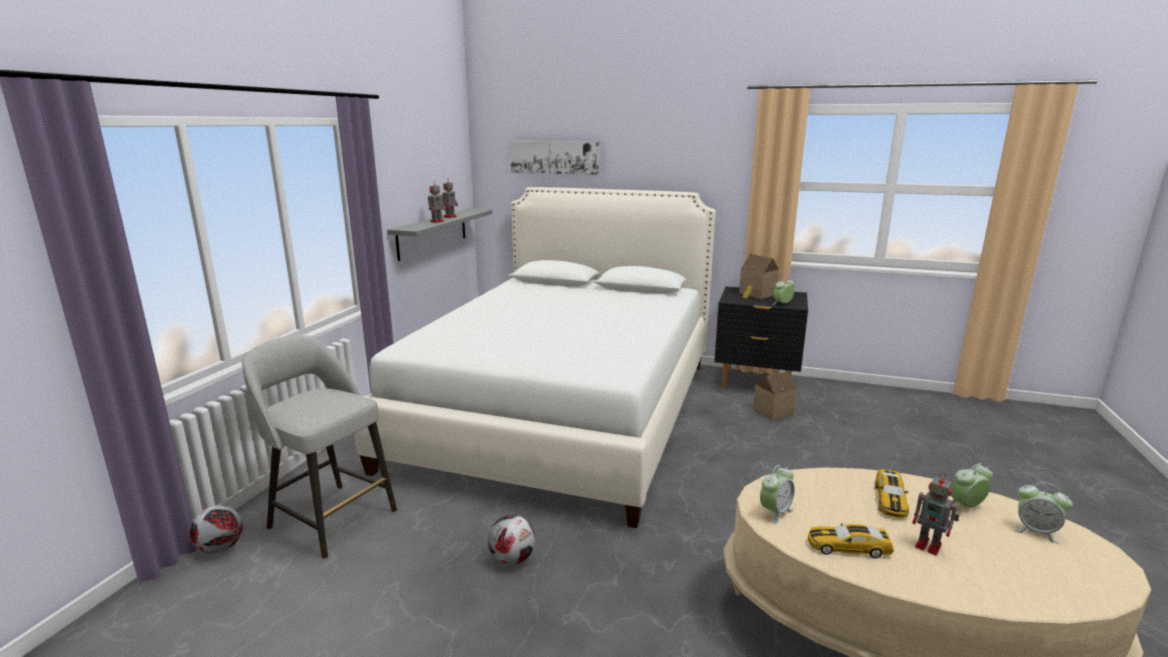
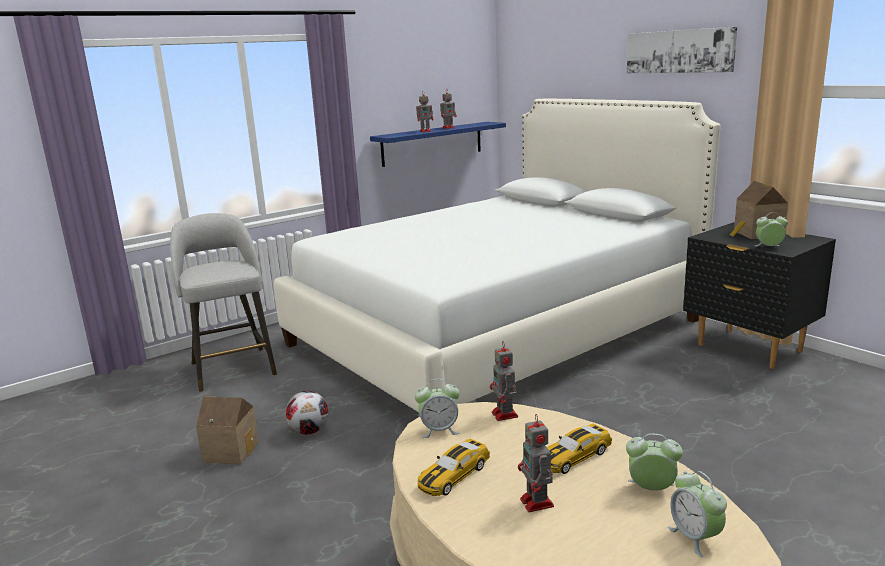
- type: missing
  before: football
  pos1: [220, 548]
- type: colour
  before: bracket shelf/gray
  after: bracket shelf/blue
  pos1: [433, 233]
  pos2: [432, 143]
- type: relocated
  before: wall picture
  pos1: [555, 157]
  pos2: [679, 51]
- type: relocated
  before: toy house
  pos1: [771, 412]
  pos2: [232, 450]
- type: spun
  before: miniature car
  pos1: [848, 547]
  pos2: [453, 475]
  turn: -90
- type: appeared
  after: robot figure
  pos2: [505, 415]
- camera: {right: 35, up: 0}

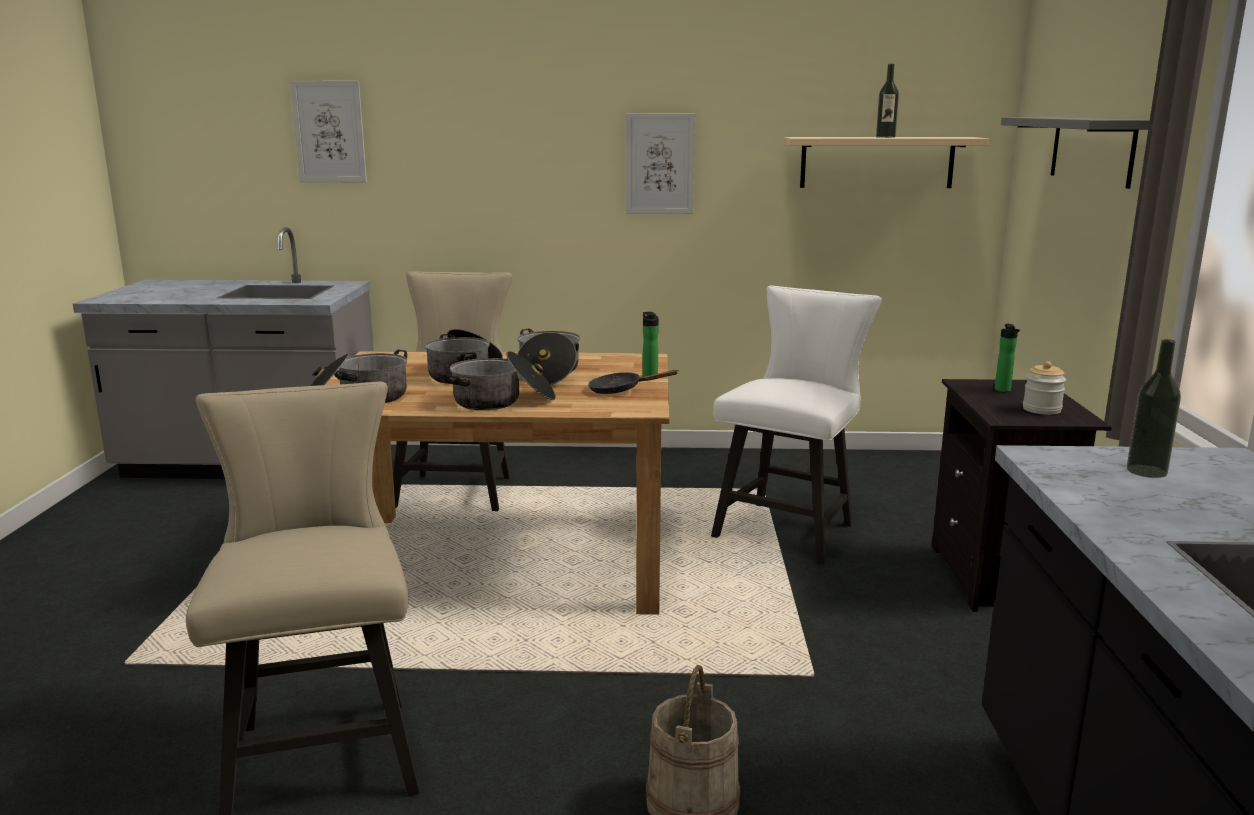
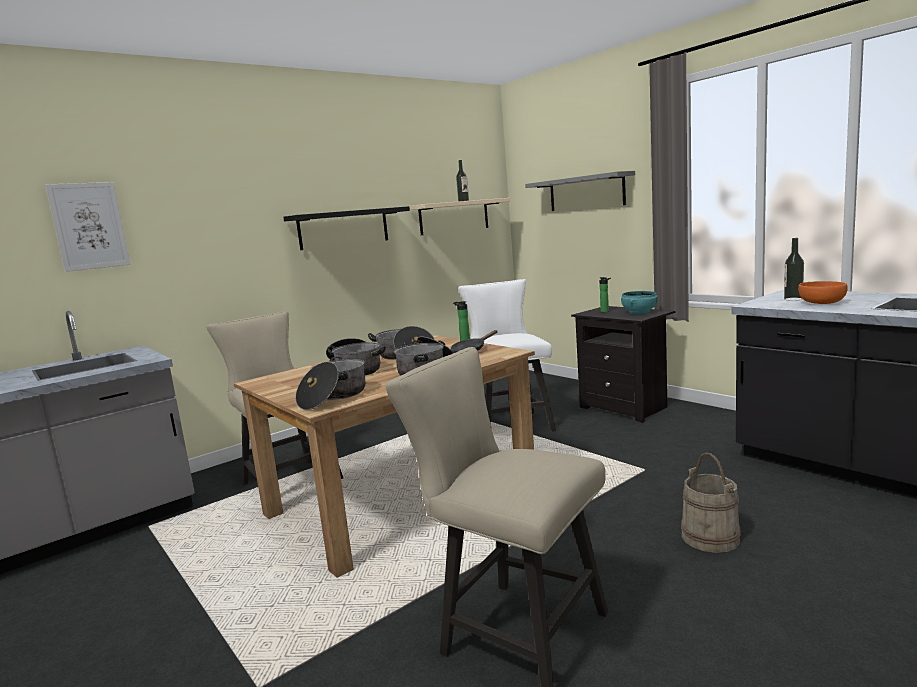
- type: exchanged
  before: wall picture
  after: bracket shelf/black
  pos1: [659, 164]
  pos2: [344, 228]
- type: exchanged
  before: preserve jar
  after: serving bowl/turquoise
  pos1: [1041, 409]
  pos2: [639, 312]
- type: appeared
  after: serving bowl/orangey
  pos2: [821, 303]
- camera: {right: -40, up: -5}

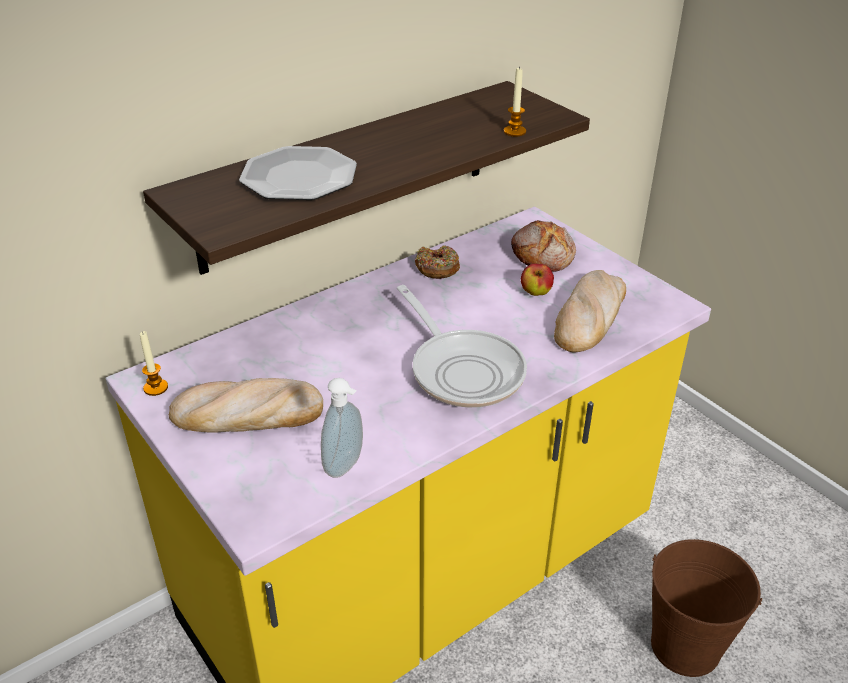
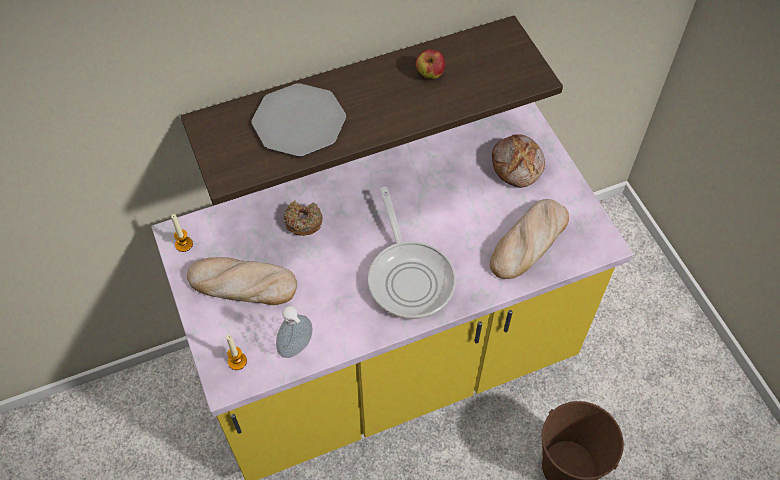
- type: relocated
  before: donut
  pos1: [437, 268]
  pos2: [303, 222]
- type: relocated
  before: candle
  pos1: [514, 131]
  pos2: [237, 361]
- type: relocated
  before: apple fruit
  pos1: [535, 293]
  pos2: [430, 74]
- camera: {right: 15, up: 20}

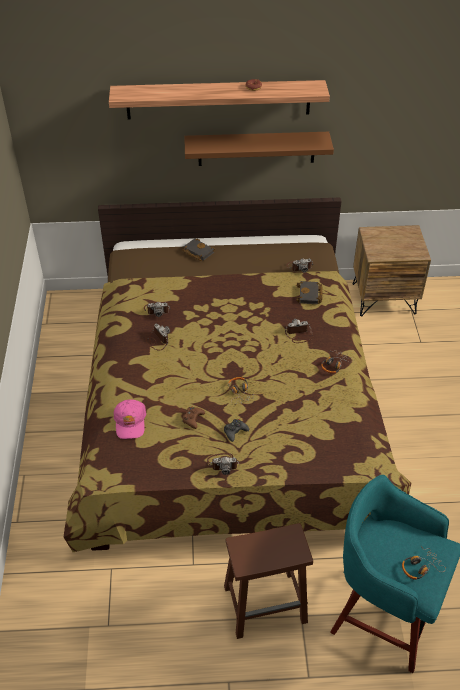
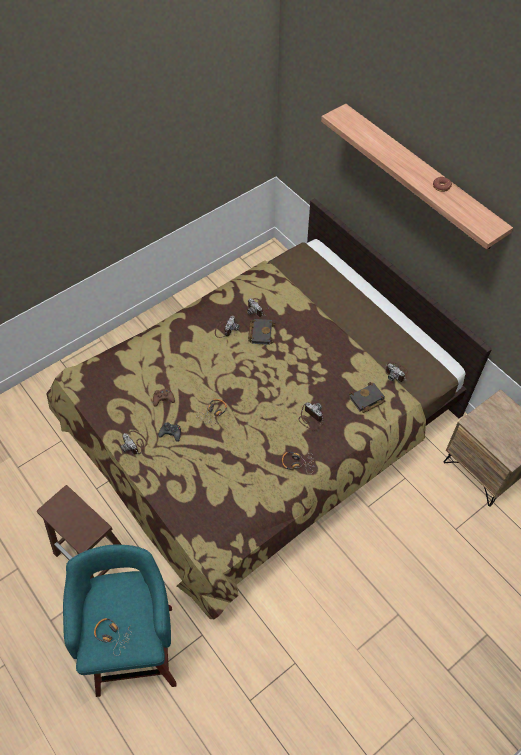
- type: missing
  before: baseball cap/pinkish
  pos1: [130, 422]
- type: relocated
  before: volume/black
  pos1: [197, 252]
  pos2: [260, 332]
- type: missing
  before: bracket shelf/brown-coloured
  pos1: [256, 148]
- camera: {right: 55, up: 10}

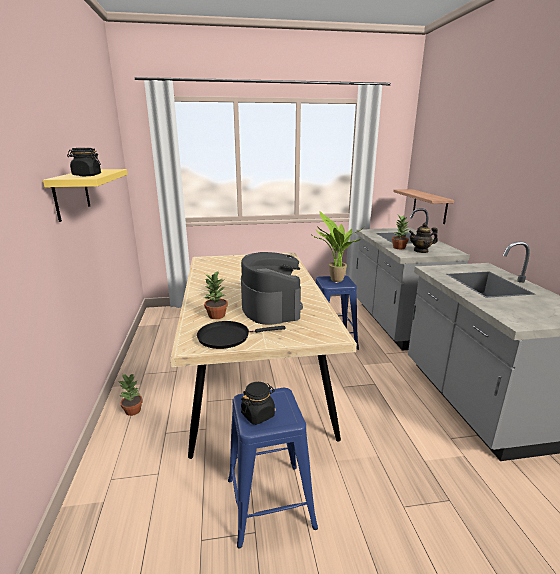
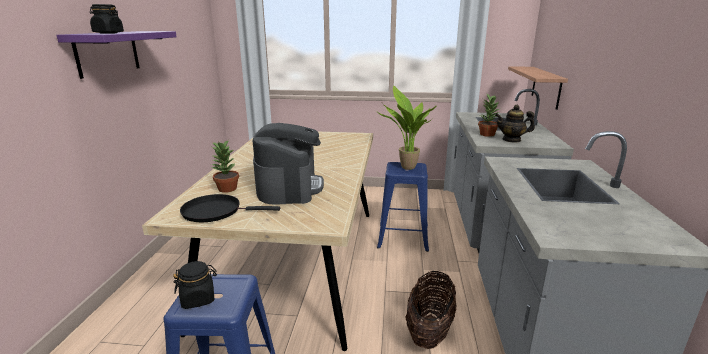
- type: colour
  before: bracket shelf/yellow
  after: bracket shelf/purple-coloured
  pos1: [71, 193]
  pos2: [107, 53]
- type: missing
  before: houseplant
  pos1: [133, 410]
- type: appeared
  after: household basket
  pos2: [429, 330]
- camera: {right: 15, up: 0}

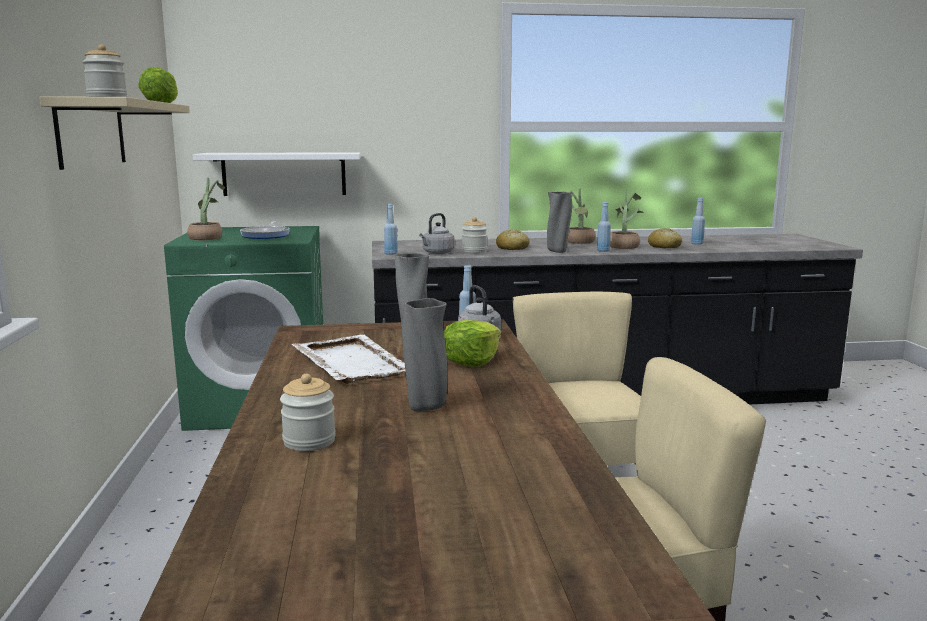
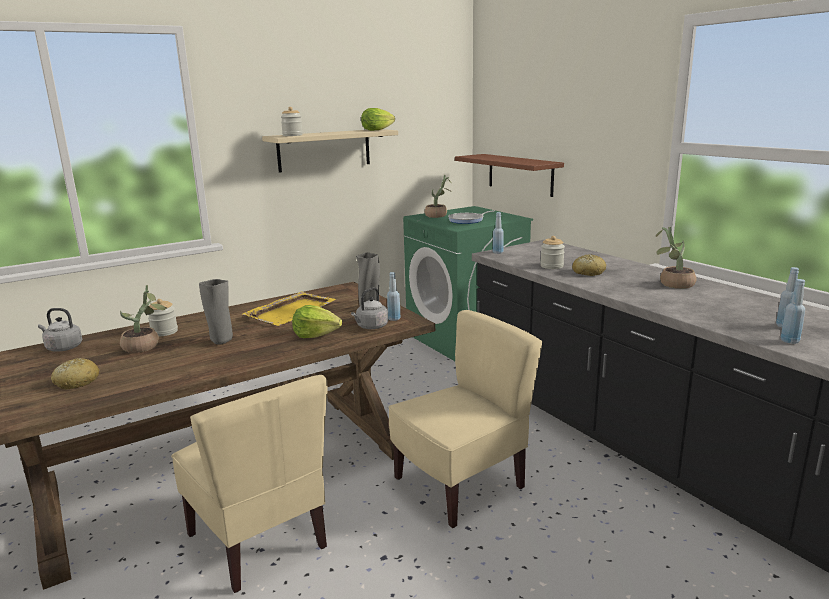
- type: colour
  before: bracket shelf/white-coloured
  after: bracket shelf/brown-coloured
  pos1: [284, 174]
  pos2: [520, 174]
- type: colour
  before: serving tray/white-coloured
  after: serving tray/yellow
  pos1: [351, 362]
  pos2: [291, 311]
- type: relocated
  before: tea kettle/gray
  pos1: [437, 253]
  pos2: [62, 348]
- type: missing
  before: vase/gray
  pos1: [558, 251]
- type: relocated
  before: beverage bottle/blue
  pos1: [603, 251]
  pos2: [789, 341]
- type: relocated
  before: houseplant
  pos1: [624, 246]
  pos2: [145, 346]
- type: relocated
  before: bakery bread
  pos1: [664, 246]
  pos2: [76, 382]
- camera: {right: 65, up: 5}

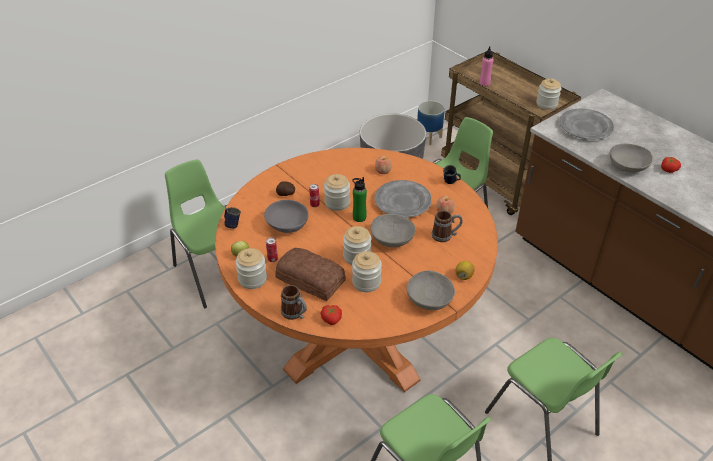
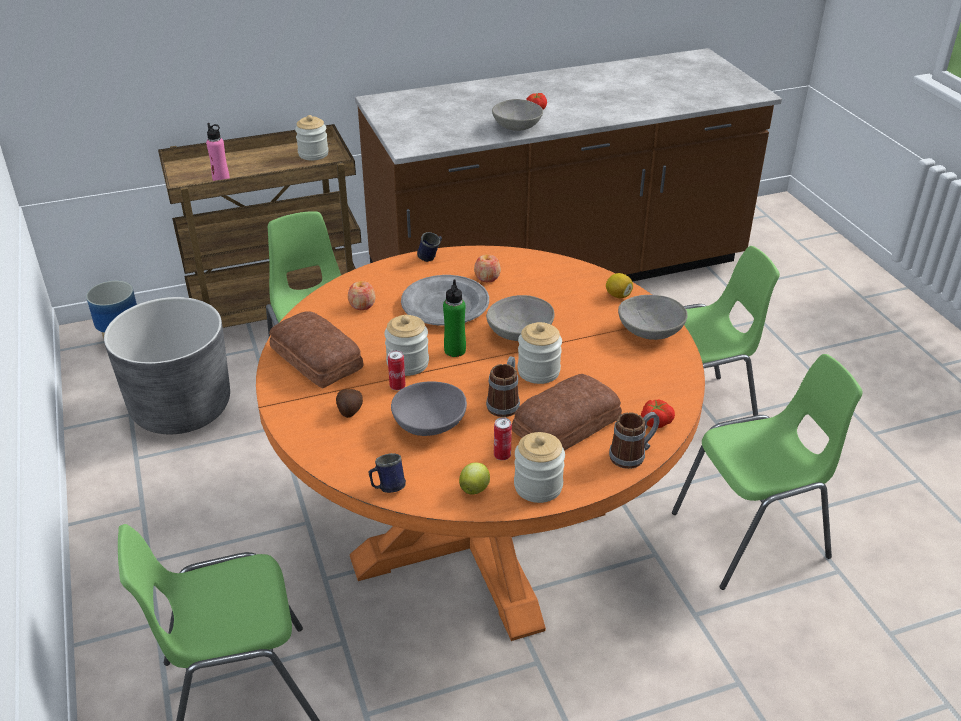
- type: missing
  before: preserve jar
  pos1: [366, 282]
- type: relocated
  before: coffee mug
  pos1: [445, 235]
  pos2: [505, 402]
- type: missing
  before: plate/gray
  pos1: [586, 127]
- type: appeared
  after: bakery bread
  pos2: [315, 360]
- camera: {right: -70, up: -5}

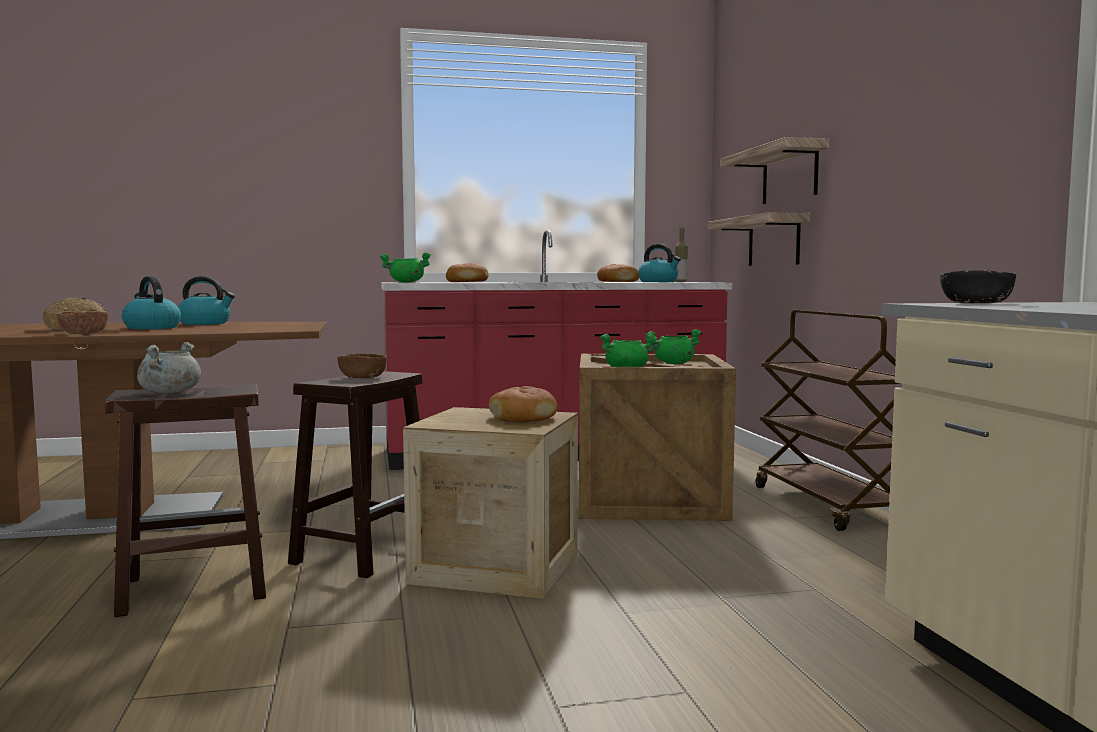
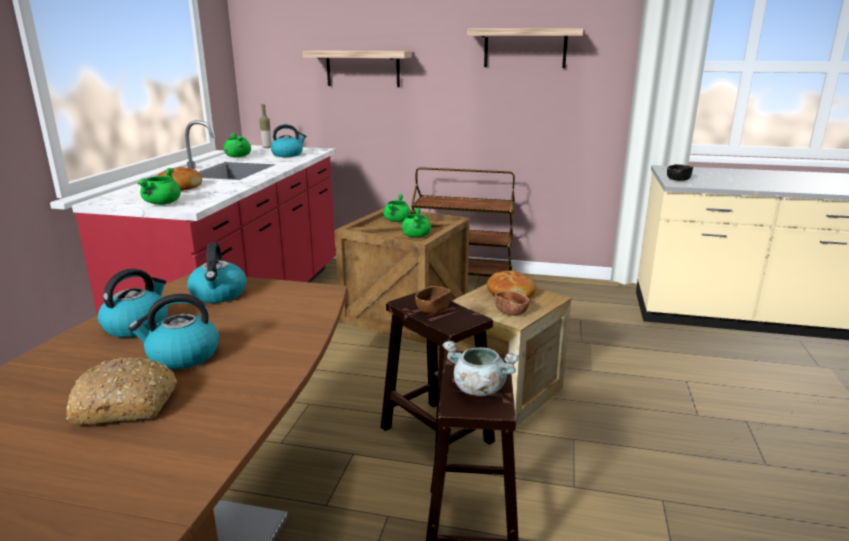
- type: relocated
  before: serving bowl/brown-coloured
  pos1: [83, 333]
  pos2: [511, 312]
- type: exchanged
  before: bakery bread
  after: cooking pot/green
  pos1: [617, 281]
  pos2: [237, 156]
- type: relocated
  before: bracket shelf
  pos1: [773, 241]
  pos2: [525, 48]
- type: appeared
  after: tea kettle
  pos2: [219, 295]
- camera: {right: -65, up: 15}

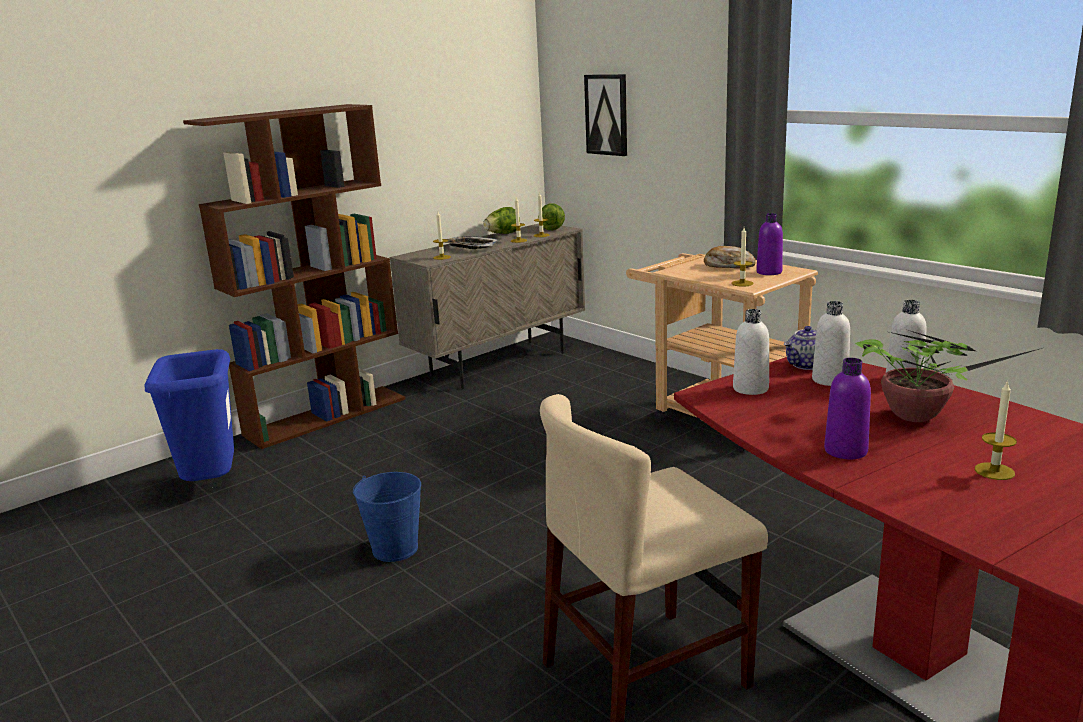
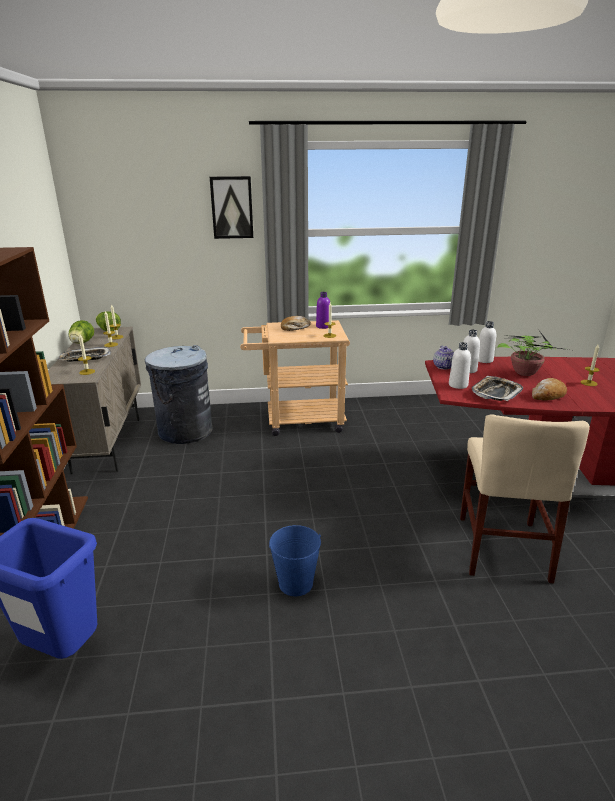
- type: relocated
  before: wall picture
  pos1: [607, 114]
  pos2: [232, 207]
- type: exchanged
  before: beverage bottle/purple-coloured
  after: bakery bread
  pos1: [845, 451]
  pos2: [547, 395]
- type: appeared
  after: rubbish bin/gray
  pos2: [184, 431]
- type: appeared
  after: serving tray
  pos2: [496, 393]
- camera: {right: -55, up: 5}

